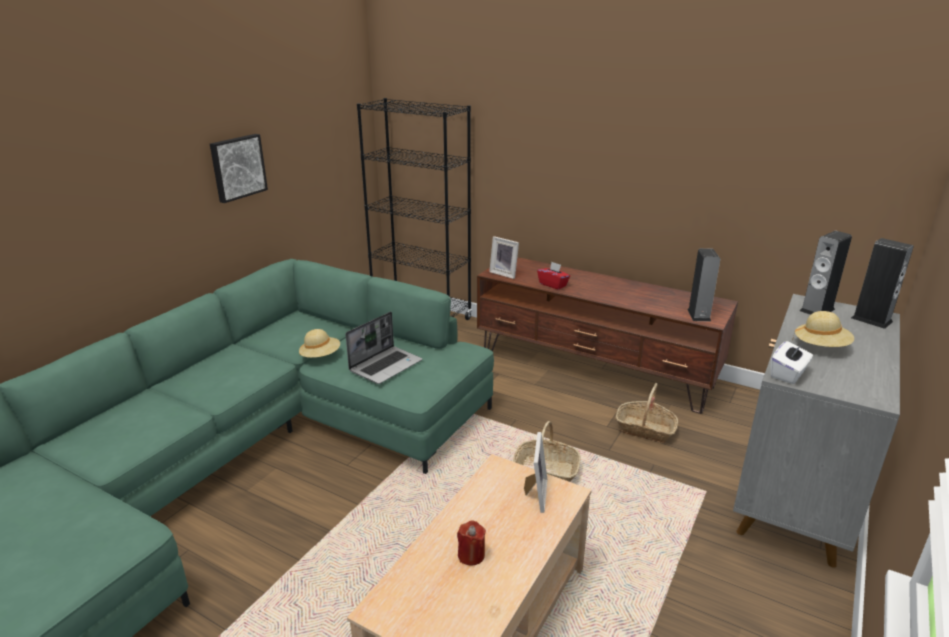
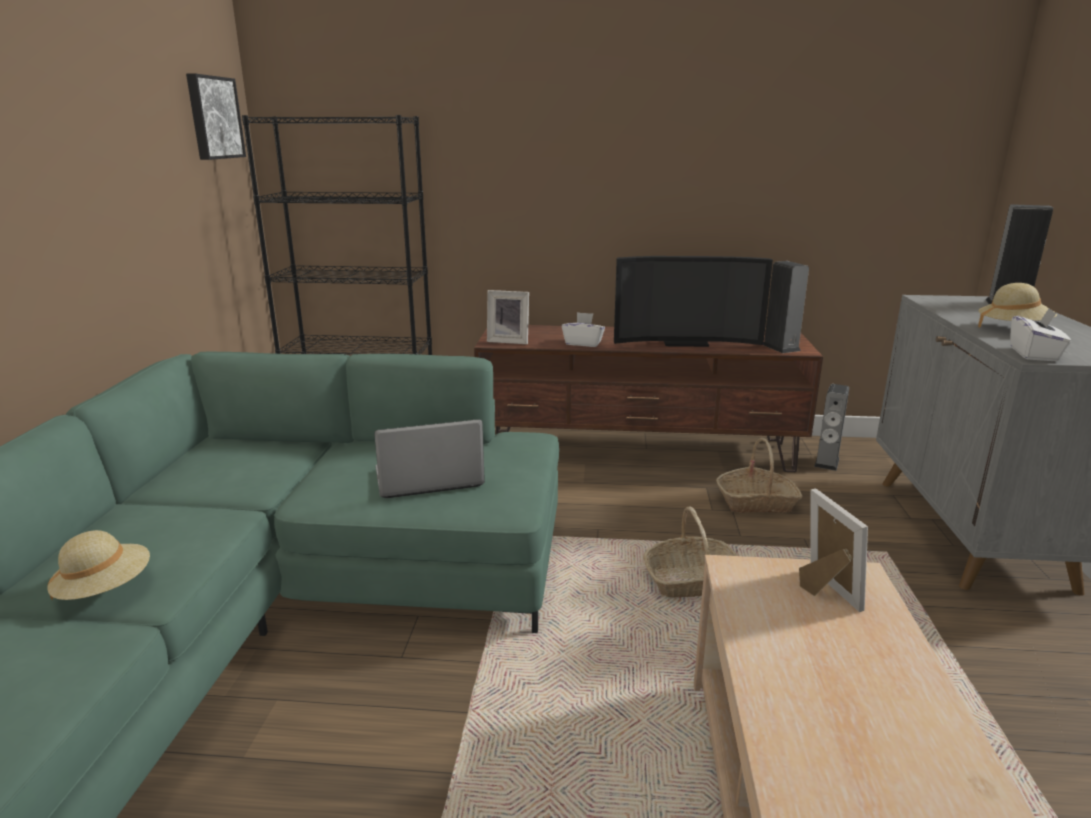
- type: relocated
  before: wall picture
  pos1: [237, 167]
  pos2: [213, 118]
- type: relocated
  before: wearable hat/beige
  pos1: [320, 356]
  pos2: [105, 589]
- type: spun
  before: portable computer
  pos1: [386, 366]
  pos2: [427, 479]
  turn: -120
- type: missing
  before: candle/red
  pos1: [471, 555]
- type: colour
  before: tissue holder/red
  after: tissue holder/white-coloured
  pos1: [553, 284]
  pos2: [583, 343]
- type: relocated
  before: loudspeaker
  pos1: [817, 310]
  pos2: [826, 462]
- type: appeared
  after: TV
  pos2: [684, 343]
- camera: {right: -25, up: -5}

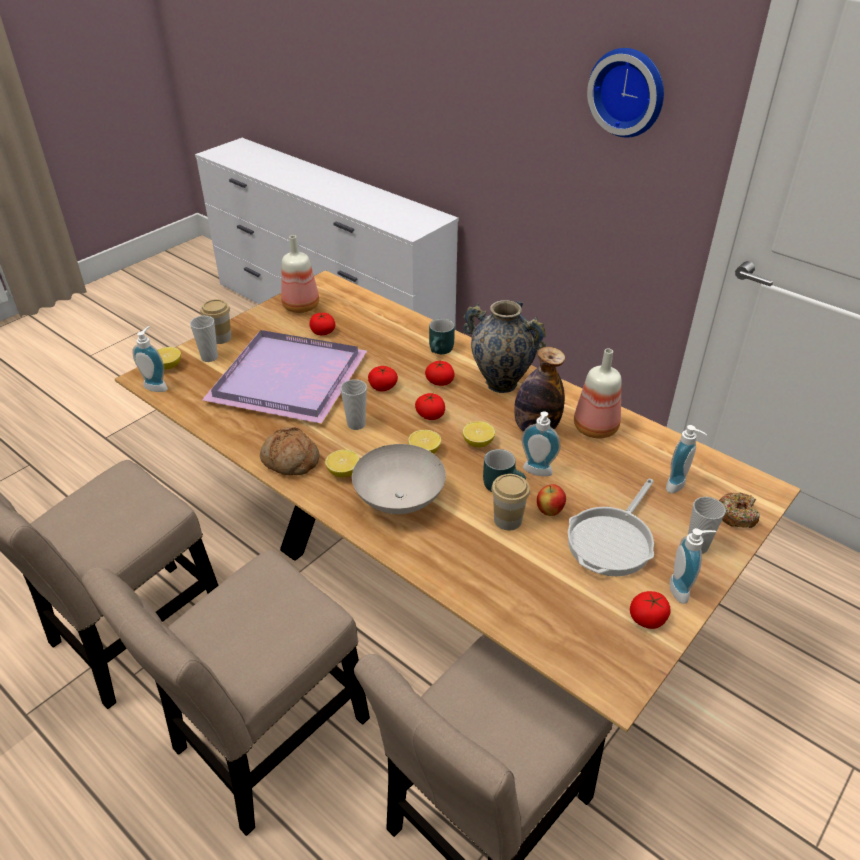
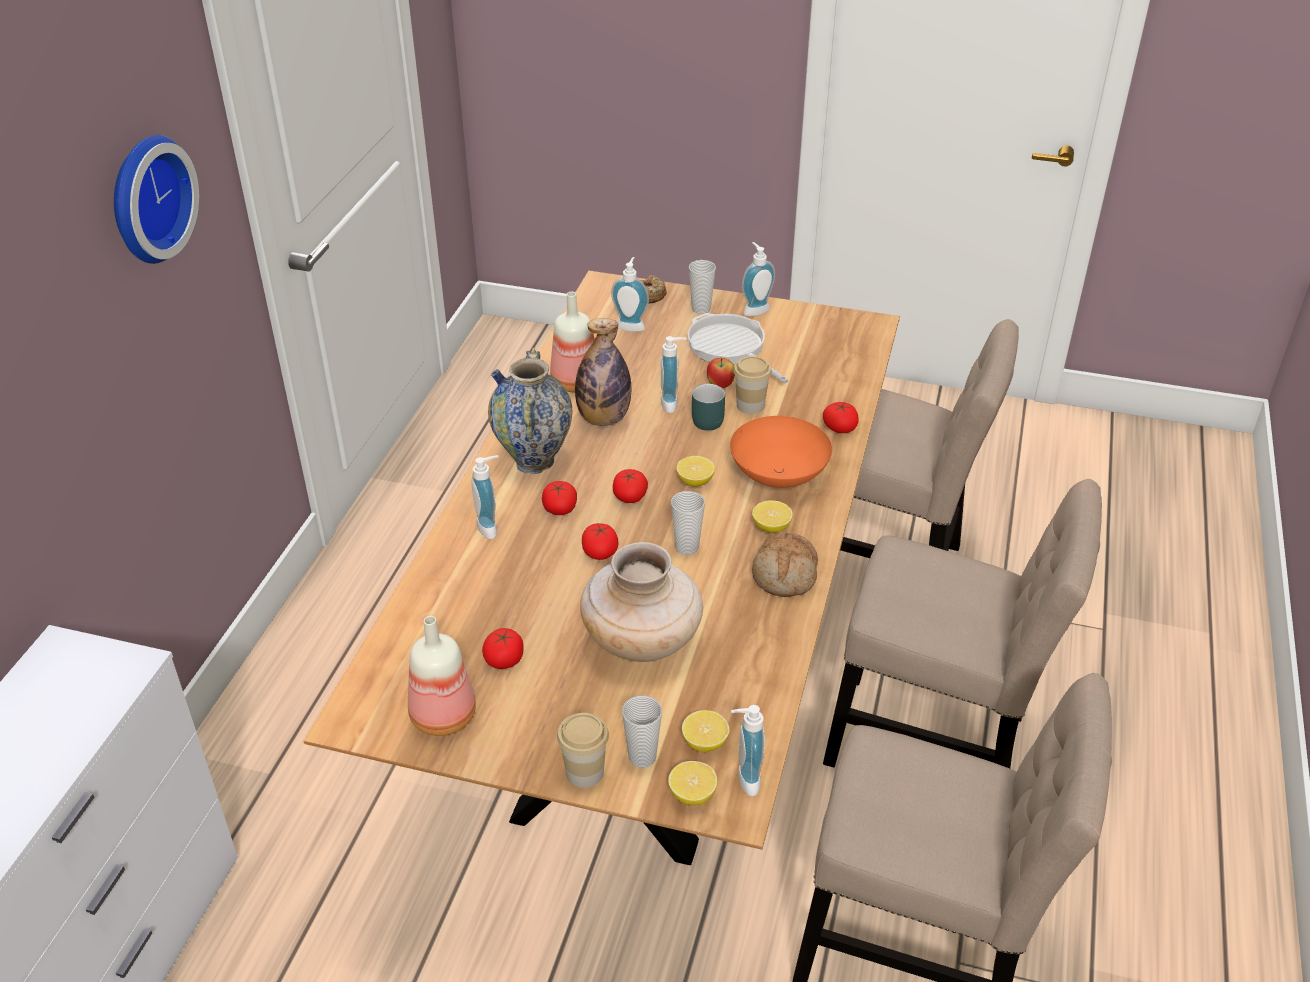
- type: exchanged
  before: serving tray/purple-coloured
  after: vase/beige
  pos1: [289, 381]
  pos2: [642, 641]
- type: colour
  before: serving bowl/white-coloured
  after: serving bowl/orangey
  pos1: [401, 500]
  pos2: [778, 475]
- type: exchanged
  before: coffee mug/turquoise
  after: soap dispenser
  pos1: [441, 351]
  pos2: [491, 527]
- type: relocated
  before: whole lemon
  pos1: [478, 443]
  pos2: [704, 743]
- type: spun
  before: skillet
  pos1: [612, 541]
  pos2: [729, 348]
  turn: -135
- type: relocated
  before: fresh tomato
  pos1: [647, 618]
  pos2: [840, 427]
- camera: {right: -115, up: 0}

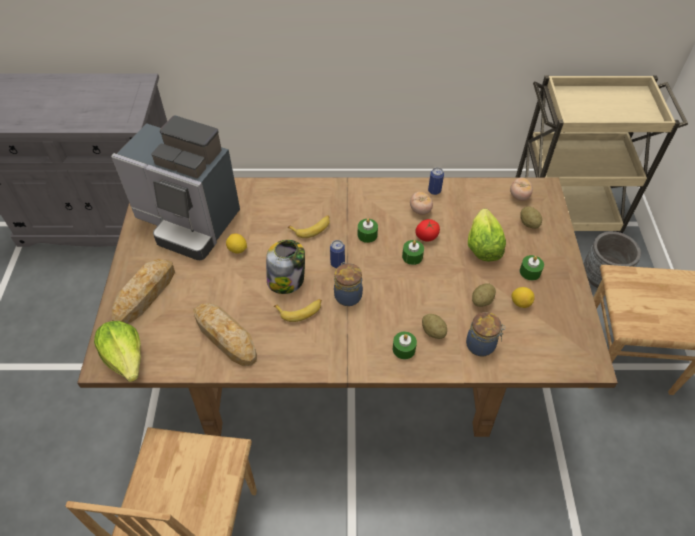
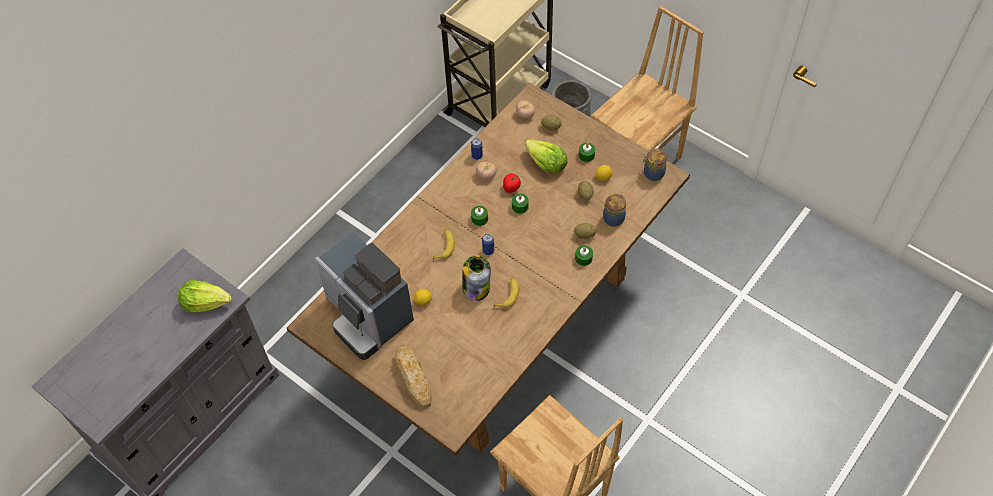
- type: relocated
  before: lettuce
  pos1: [126, 358]
  pos2: [206, 302]
- type: spun
  before: coffee maker
  pos1: [189, 221]
  pos2: [368, 316]
  turn: 75
- type: missing
  before: bakery bread
  pos1: [225, 336]
- type: relocated
  before: preserve jar
  pos1: [347, 295]
  pos2: [652, 173]
- camera: {right: -50, up: 5}

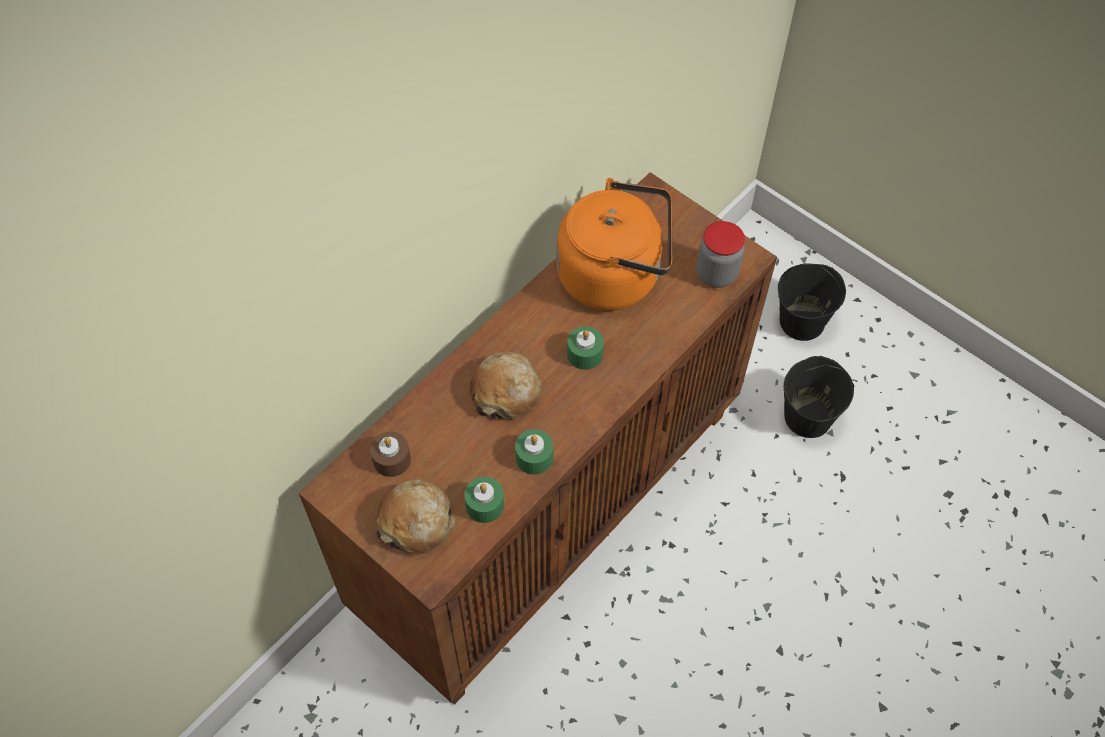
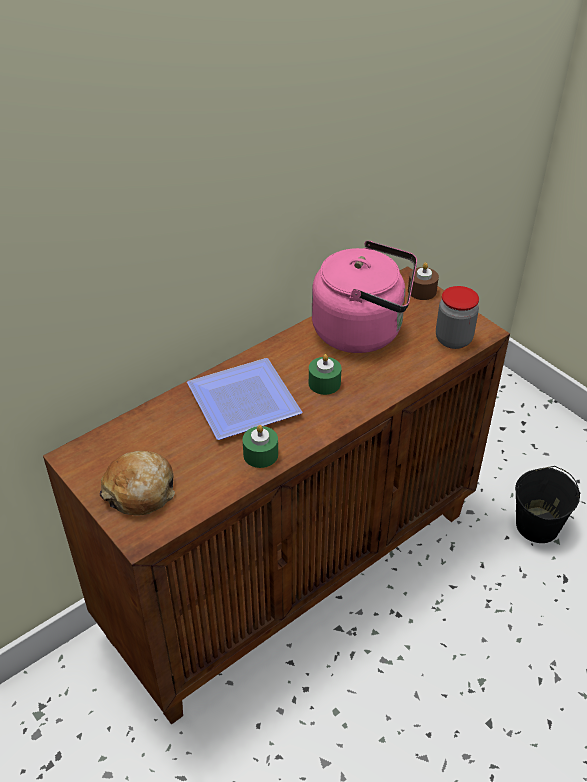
- type: relocated
  before: candle/brown-coloured
  pos1: [391, 459]
  pos2: [422, 291]
- type: missing
  before: candle/green
  pos1: [484, 505]
- type: exchanged
  before: bakery bread
  after: plate
  pos1: [506, 392]
  pos2: [248, 403]
- type: colour
  before: tea kettle/orangey
  after: tea kettle/pinkish
  pos1: [615, 275]
  pos2: [363, 331]
- type: missing
  before: water bucket/black
  pos1: [802, 321]
- camera: {right: 10, up: -15}

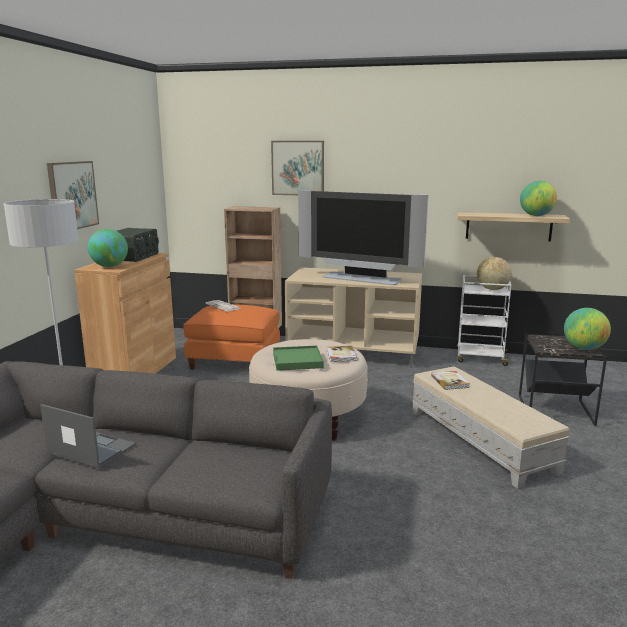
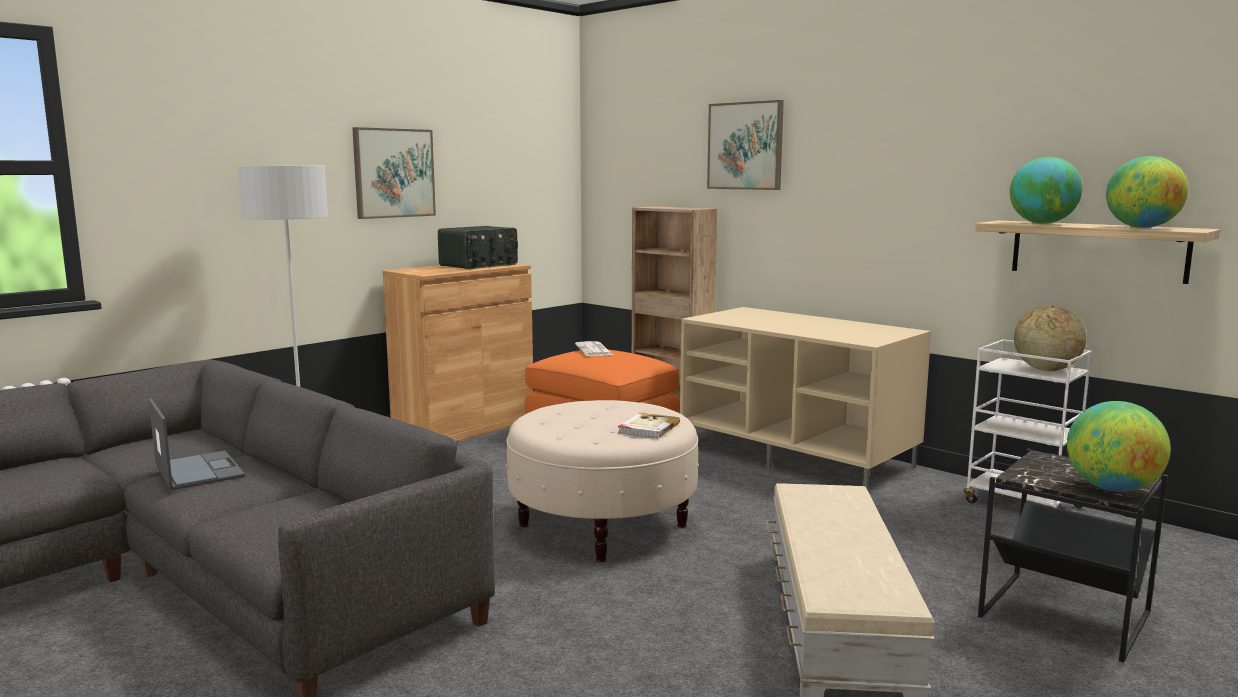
- type: relocated
  before: globe
  pos1: [109, 266]
  pos2: [1042, 223]
- type: missing
  before: serving tray/green
  pos1: [297, 361]
- type: missing
  before: TV
  pos1: [361, 279]
- type: missing
  before: volume
  pos1: [450, 381]
- camera: {right: 30, up: -5}

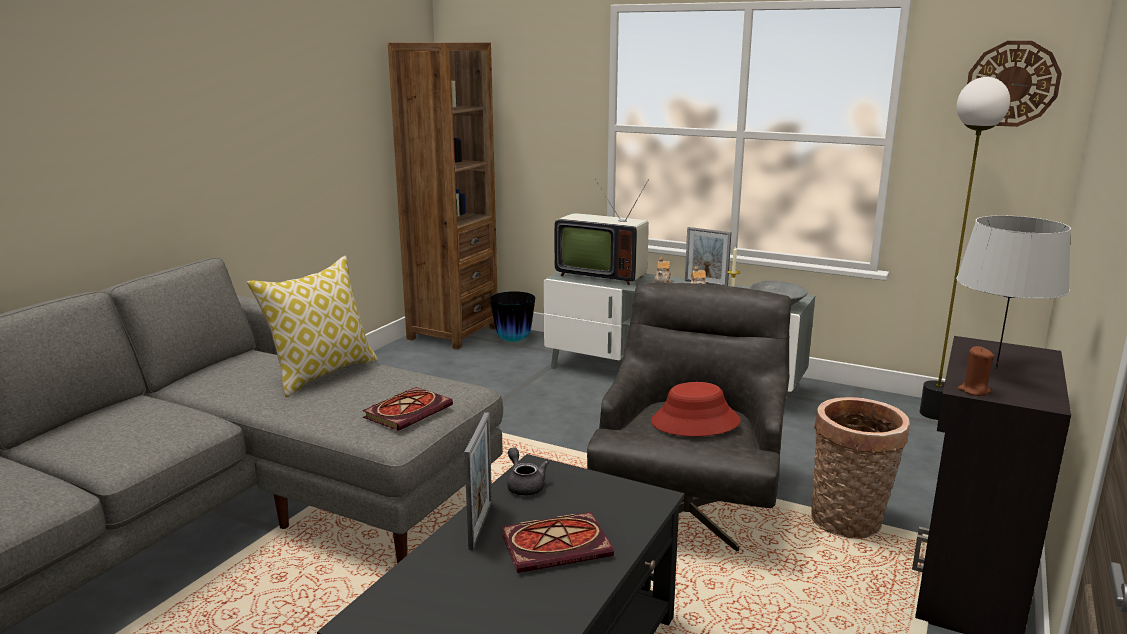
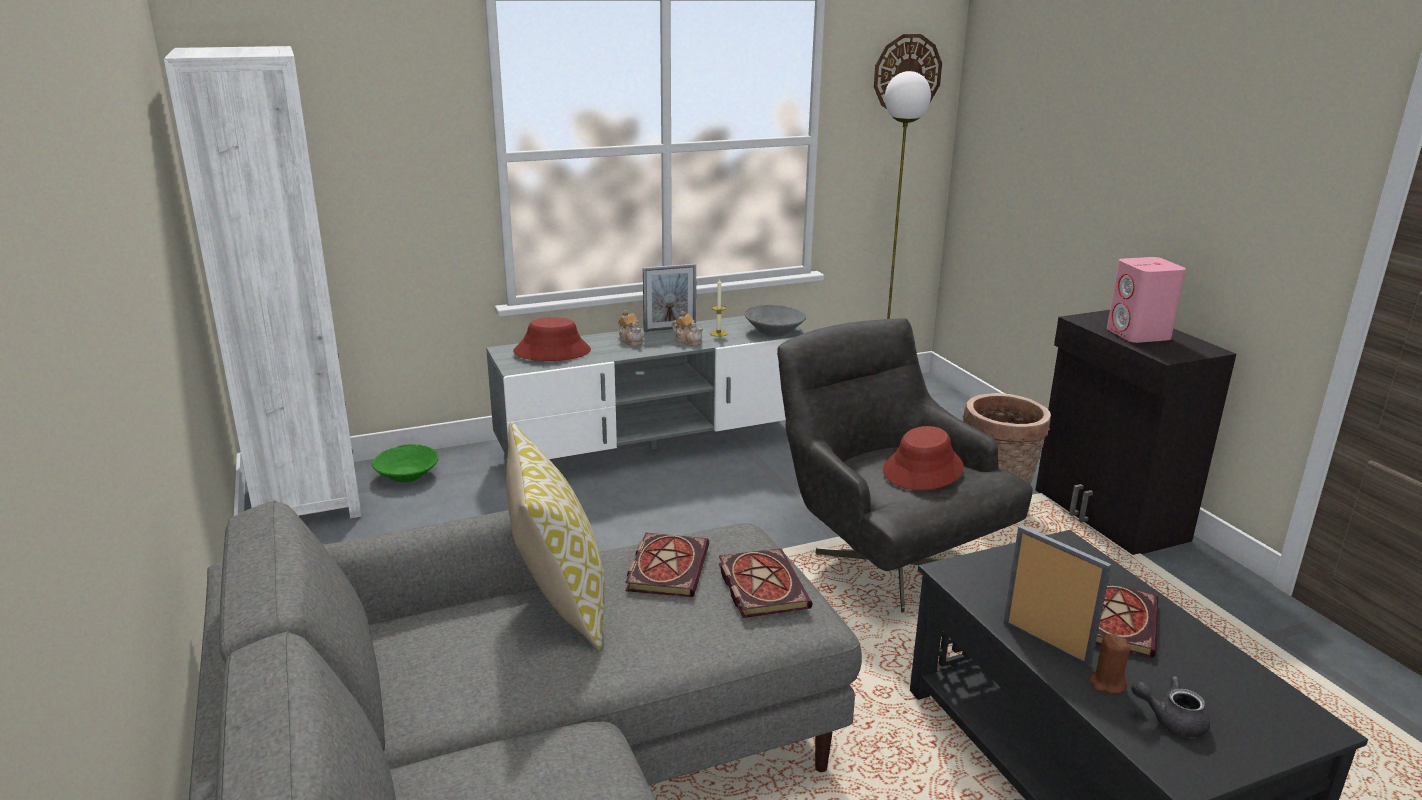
- type: colour
  before: shelving unit/brown-coloured
  after: shelving unit/white-coloured
  pos1: [453, 333]
  pos2: [307, 499]
- type: exchanged
  before: vase
  after: serving bowl/green
  pos1: [513, 340]
  pos2: [407, 476]
- type: relocated
  before: teapot/gray
  pos1: [524, 485]
  pos2: [1171, 720]
- type: exchanged
  before: TV
  after: wearable hat/red
  pos1: [601, 275]
  pos2: [552, 351]
- type: exchanged
  before: table lamp/gray
  after: loudspeaker/pinkish
  pos1: [996, 369]
  pos2: [1138, 335]
- type: relocated
  before: candle/brown-coloured
  pos1: [974, 391]
  pos2: [1107, 684]
- type: appeared
  after: volume
  pos2: [666, 567]
- camera: {right: -50, up: 5}

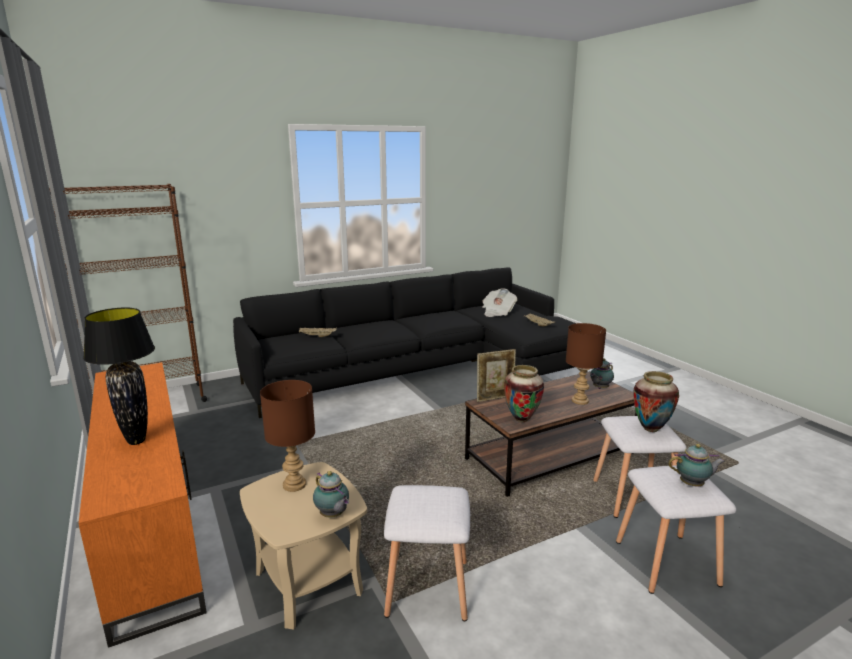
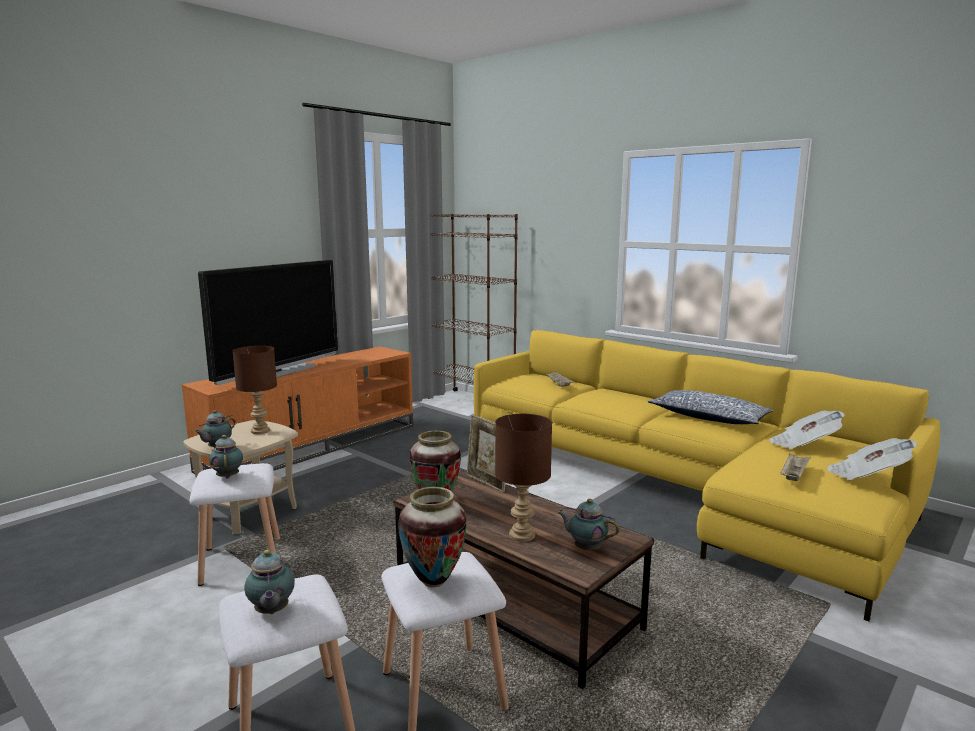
- type: exchanged
  before: table lamp/black
  after: TV
  pos1: [136, 441]
  pos2: [277, 373]
- type: colour
  before: couch/black
  after: couch/yellow
  pos1: [426, 370]
  pos2: [680, 486]
- type: appeared
  after: teapot
  pos2: [228, 476]
- type: appeared
  after: cushion
  pos2: [708, 418]
- type: appeared
  after: newspaper
  pos2: [867, 476]
- camera: {right: 70, up: -5}

